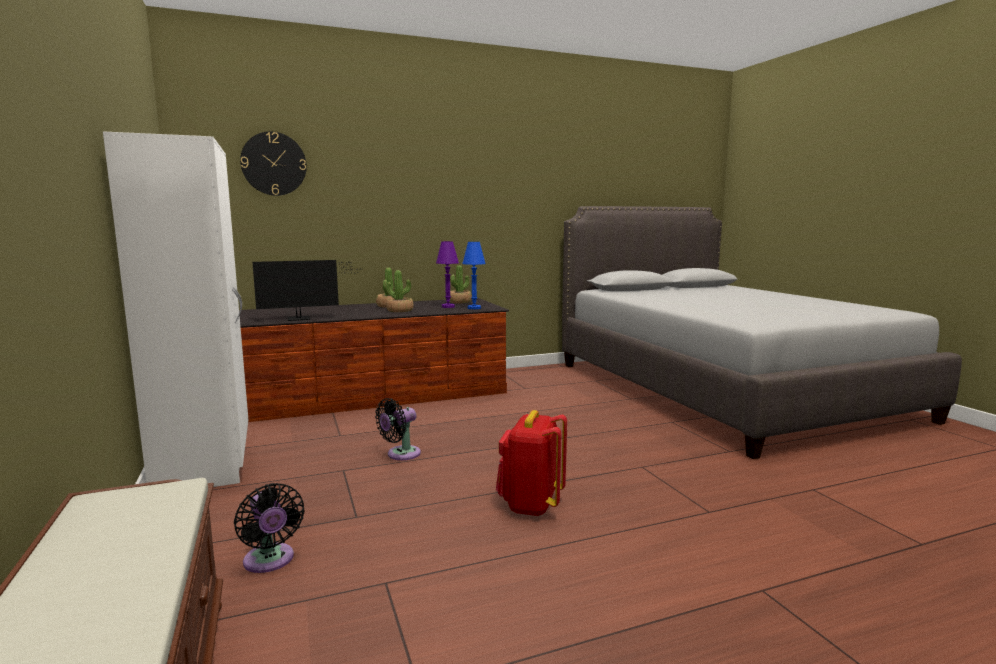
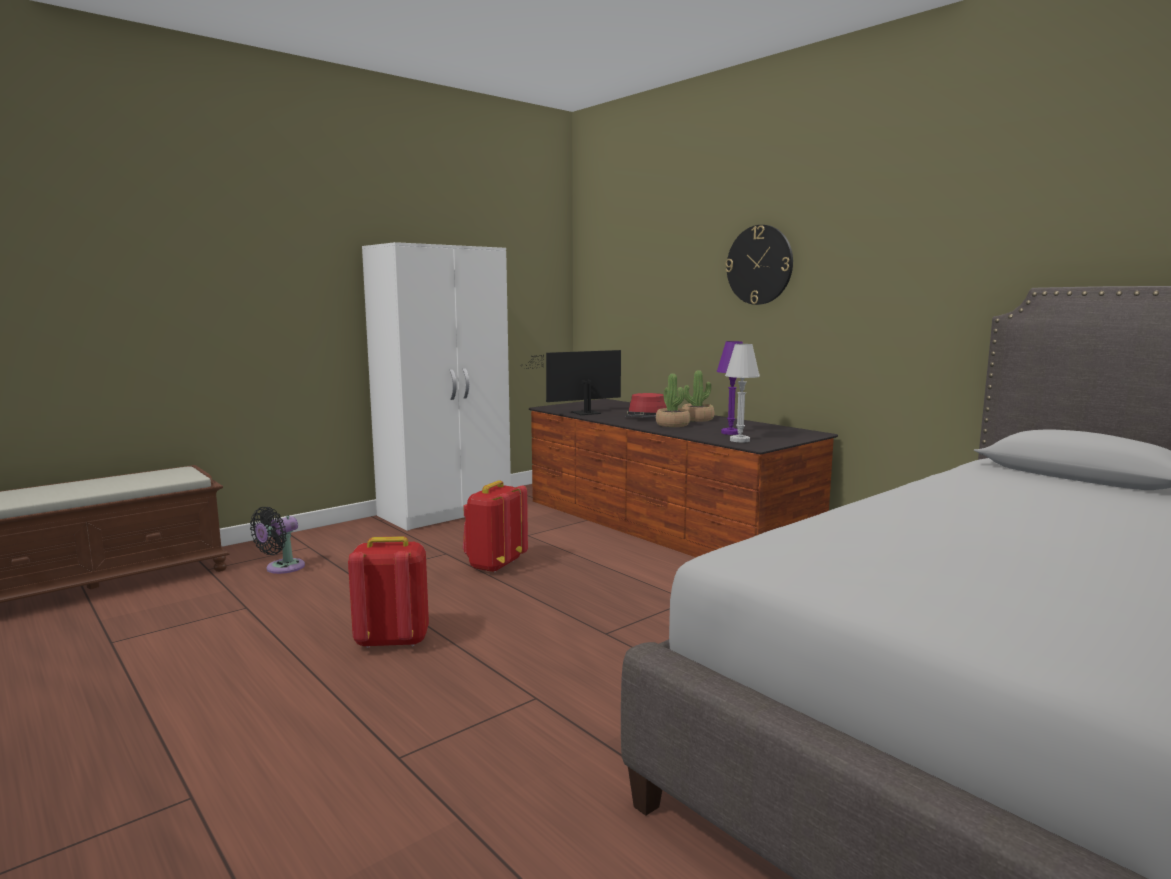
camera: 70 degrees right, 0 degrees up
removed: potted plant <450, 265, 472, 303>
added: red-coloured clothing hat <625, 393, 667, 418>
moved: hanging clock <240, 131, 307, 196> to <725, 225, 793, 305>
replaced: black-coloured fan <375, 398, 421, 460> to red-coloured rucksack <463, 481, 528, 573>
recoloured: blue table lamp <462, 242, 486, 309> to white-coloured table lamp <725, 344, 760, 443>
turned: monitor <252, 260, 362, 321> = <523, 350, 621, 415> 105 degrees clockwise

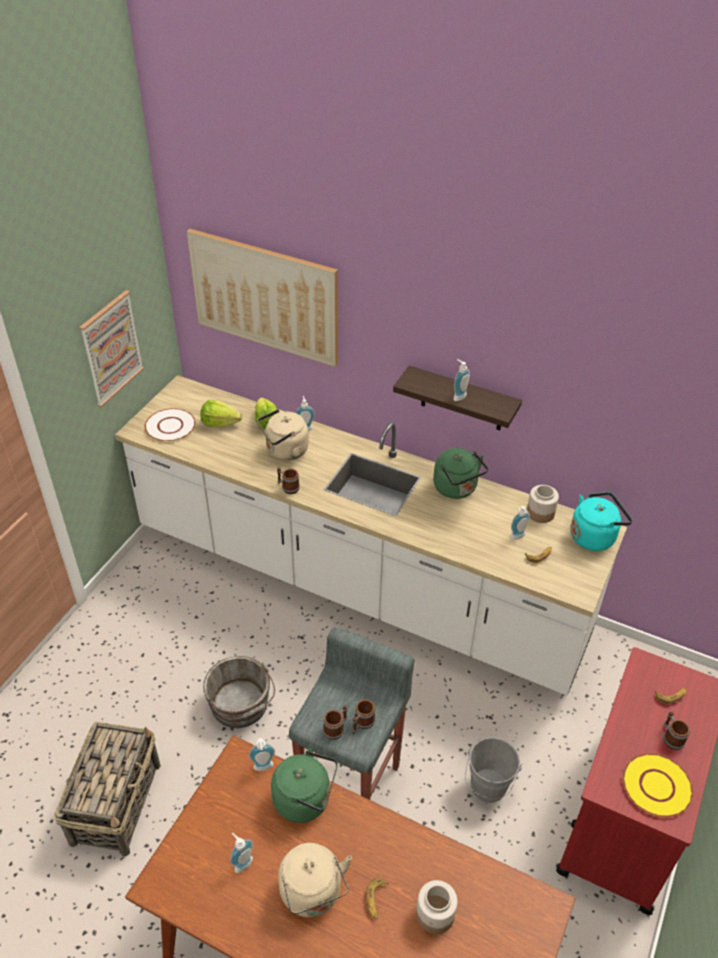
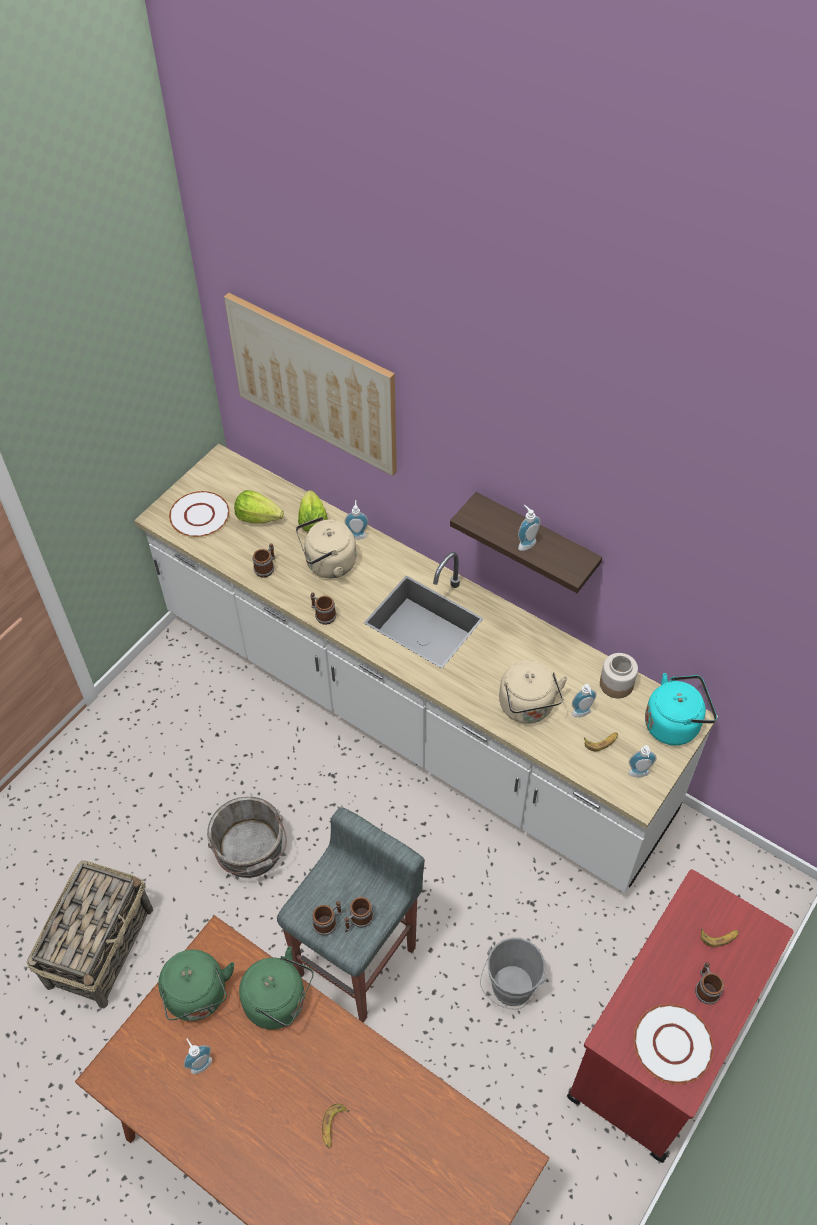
camera: 10 degrees right, 10 degrees up
removed: wall art <79, 290, 144, 407>; storage jar <416, 880, 458, 934>
added: mug <253, 543, 275, 578>
moved: green kettle <433, 448, 488, 499> to <158, 950, 235, 1021>; liquid soap bottle <249, 738, 275, 771> to <628, 745, 657, 778>; sand-coloured kettle <278, 843, 352, 917> to <499, 660, 568, 724>
recoloured: yellow-coloured flat dish <622, 753, 693, 818> to white-coloured flat dish <634, 1004, 713, 1084>

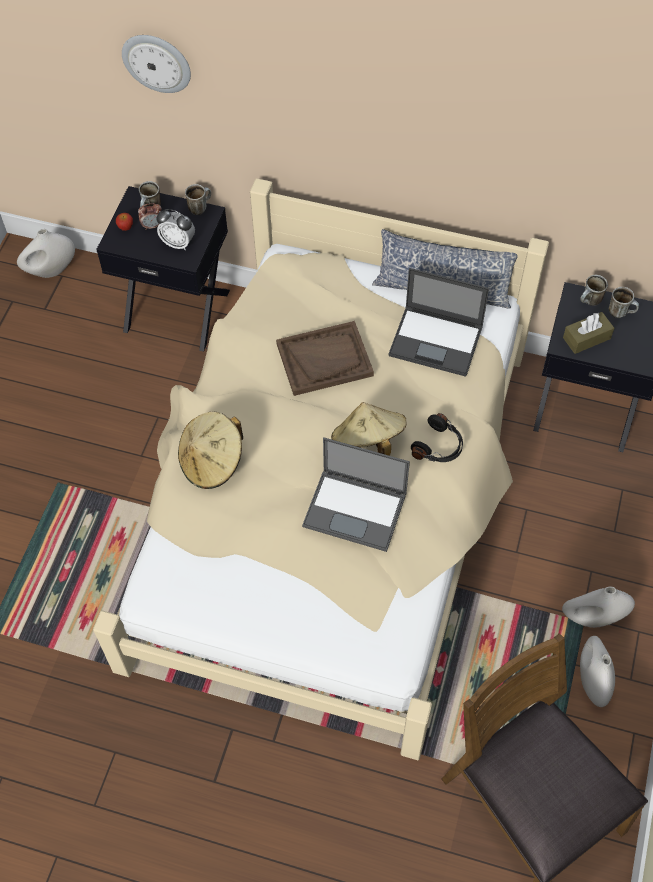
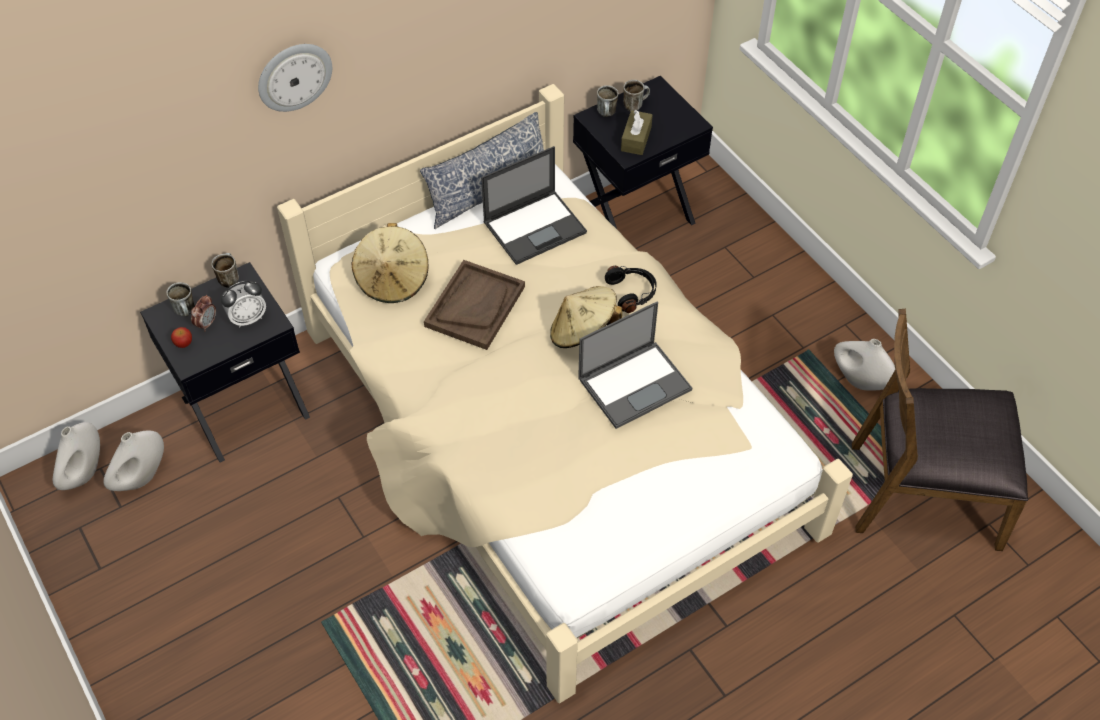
camera: 50 degrees left, 5 degrees down
moved: hanging clock <122, 35, 191, 93> to <258, 44, 332, 112>; sand-coloured clothing hat <178, 412, 243, 489> to <352, 223, 428, 303>; white-coloured vase <562, 587, 635, 628> to <103, 430, 164, 491>

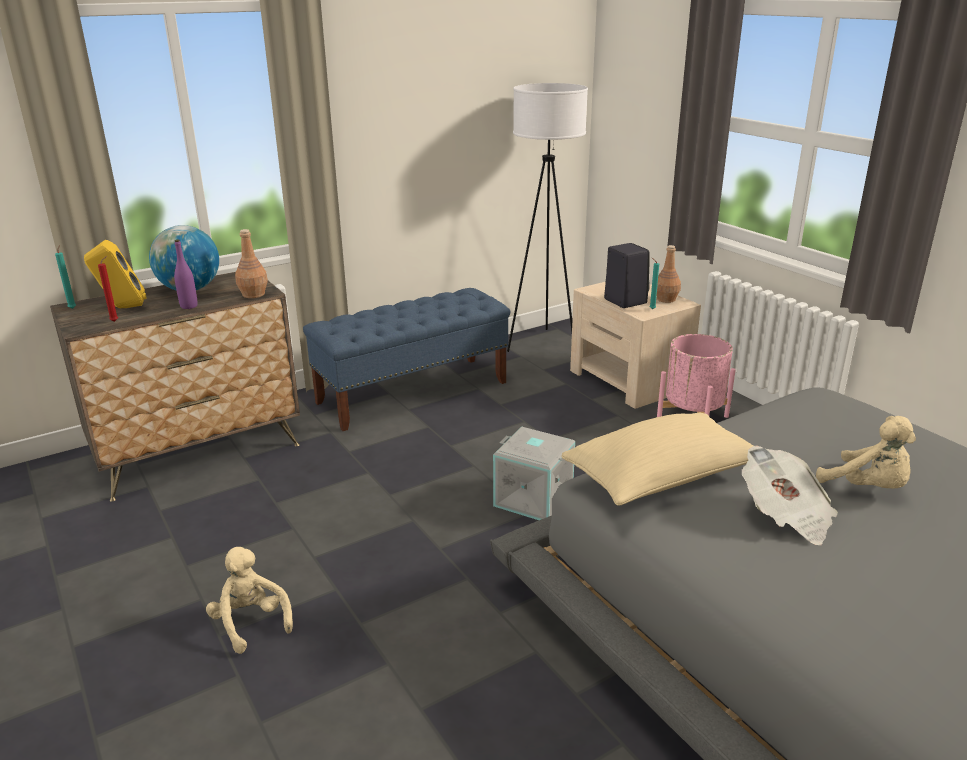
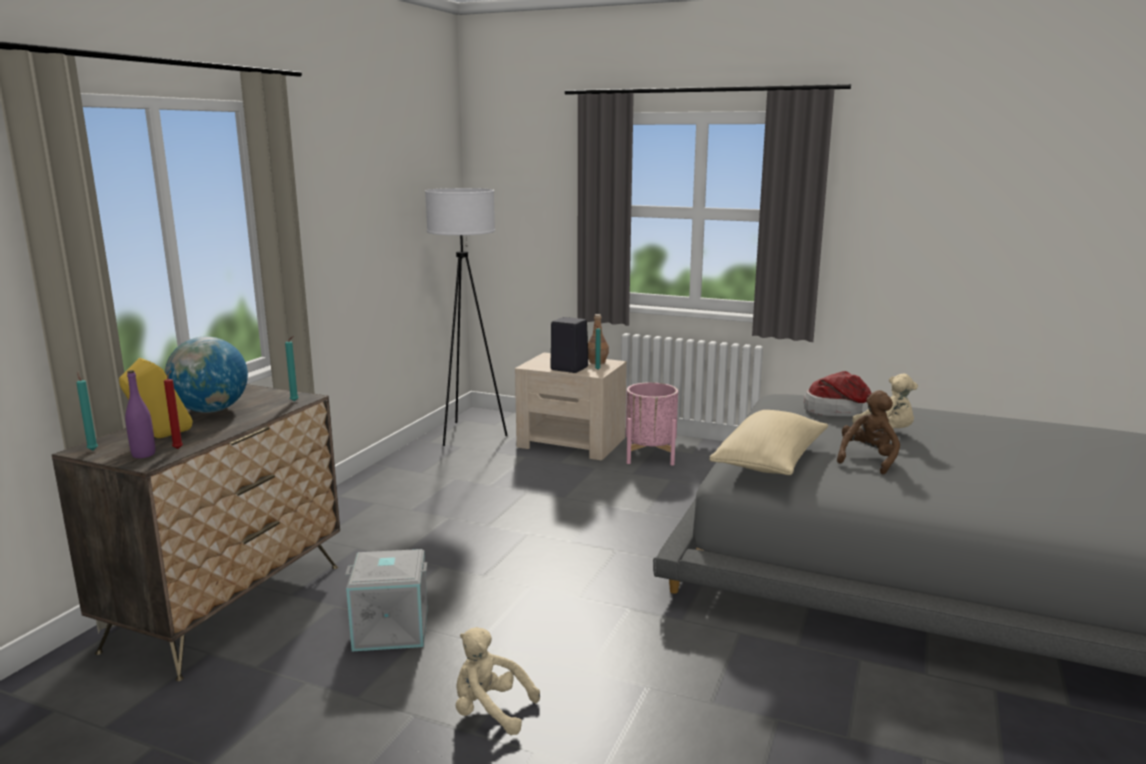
camera: 35 degrees left, 10 degrees down
removed: blue long seat <303, 288, 510, 431>
added: clothing hat <803, 371, 872, 416>
moved: purple drink bottle <174, 240, 198, 309> to <125, 370, 155, 458>; grey storage container <493, 427, 575, 520> to <345, 549, 428, 651>
replaced: brownish drink bottle <235, 229, 268, 298> to turquoise-coloured wax light <285, 336, 299, 401>; newspaper <742, 445, 838, 545> to brownish plush toy <837, 390, 900, 474>

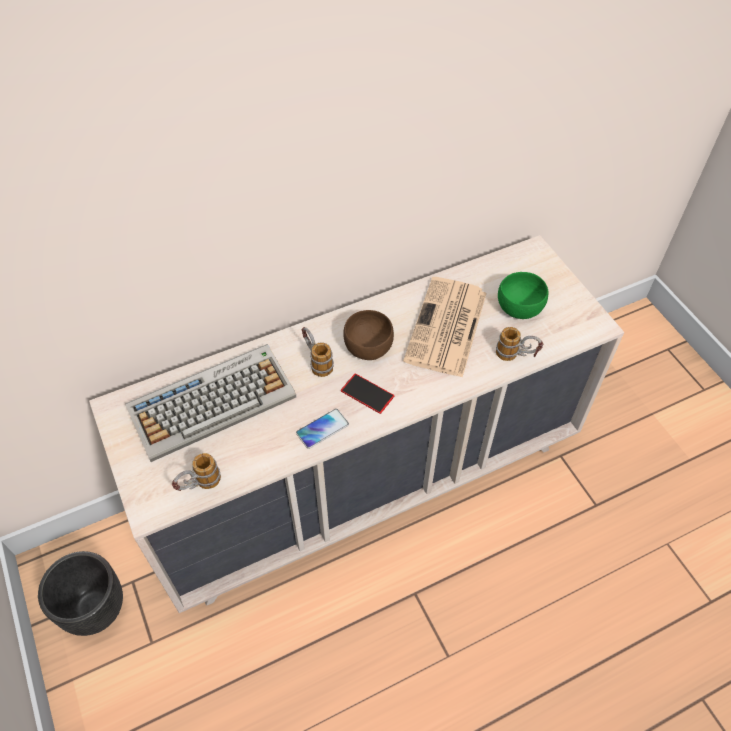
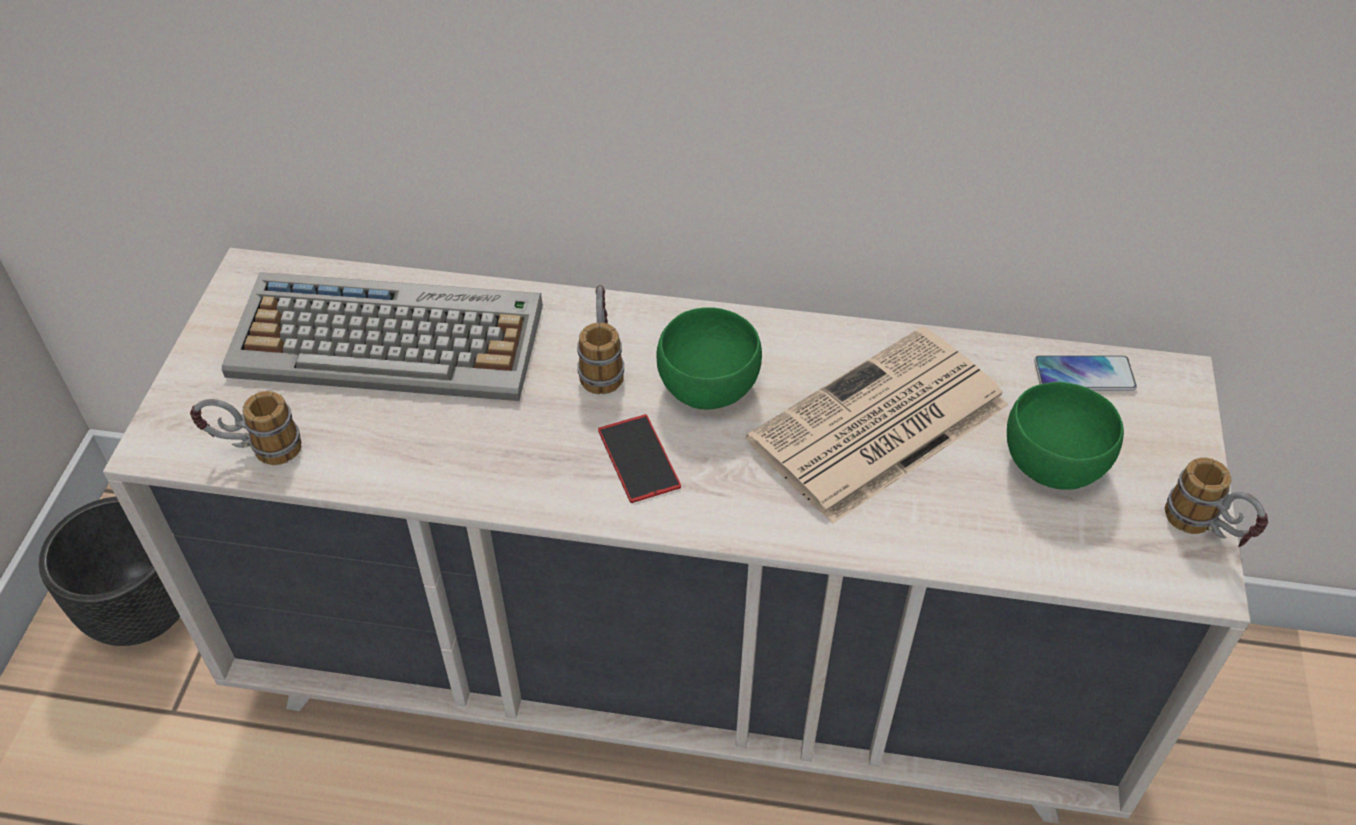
camera: 35 degrees right, 5 degrees down
moved: mug <496, 327, 543, 361> to <1165, 458, 1268, 547>; handset <296, 409, 349, 449> to <1034, 356, 1137, 391>
recoloured: brownish serving bowl <343, 310, 394, 360> to green serving bowl <656, 307, 762, 410>

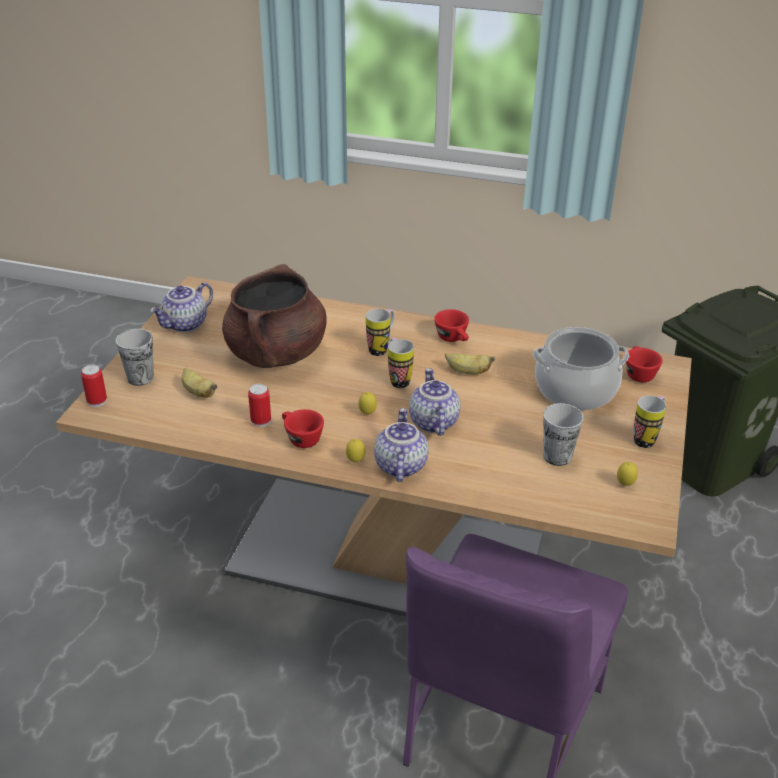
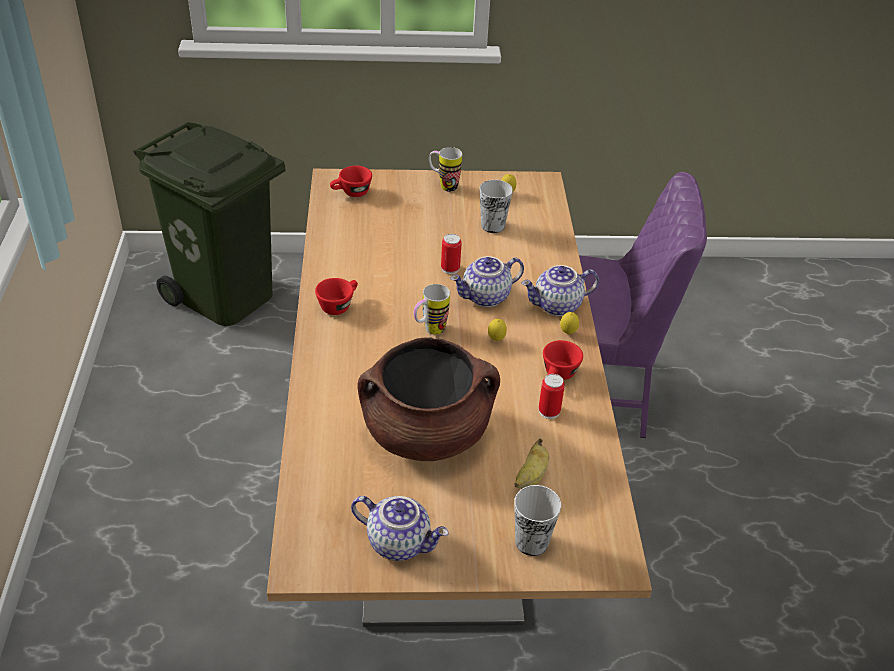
camera: 110 degrees left, 5 degrees up
removed: mug <366, 309, 395, 356>; saucepot <533, 327, 629, 410>; banana fruit <445, 353, 495, 374>
moved: metal can <81, 364, 107, 407> to <441, 234, 462, 274>

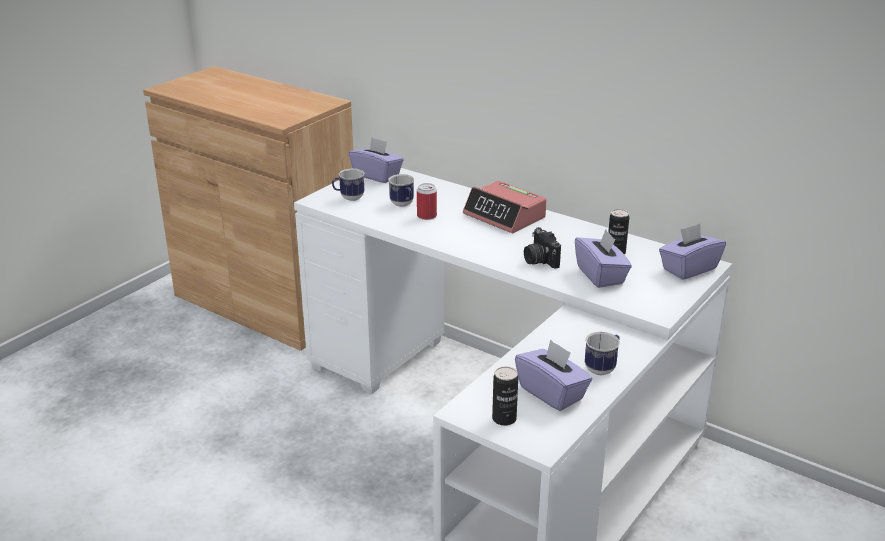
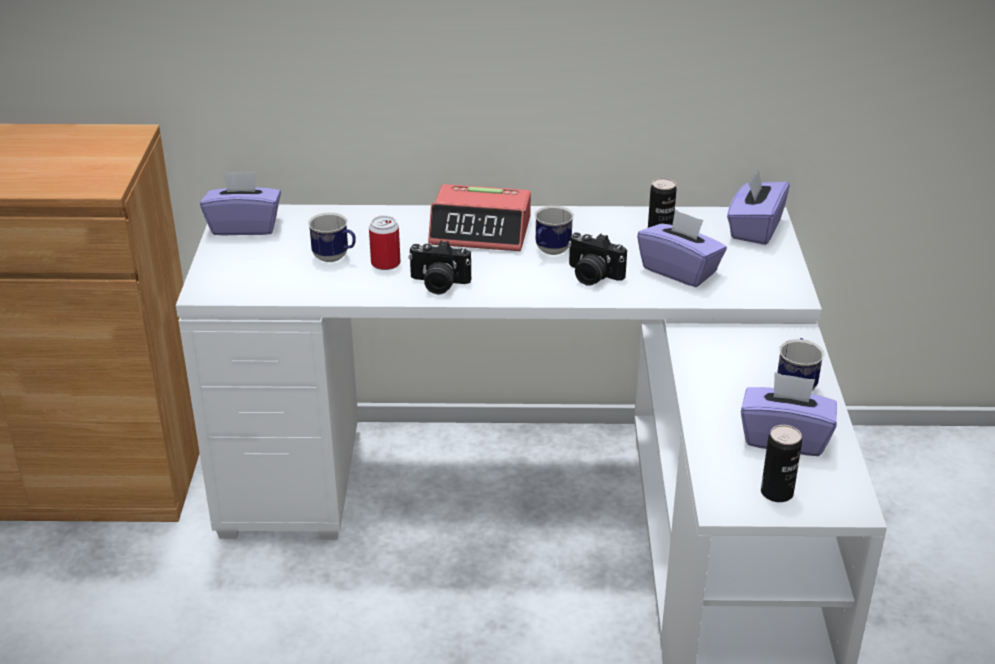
camera: 35 degrees left, 5 degrees up
added: photo camera <408, 240, 471, 295>
moved: mug <332, 169, 364, 201> to <535, 206, 574, 255>

